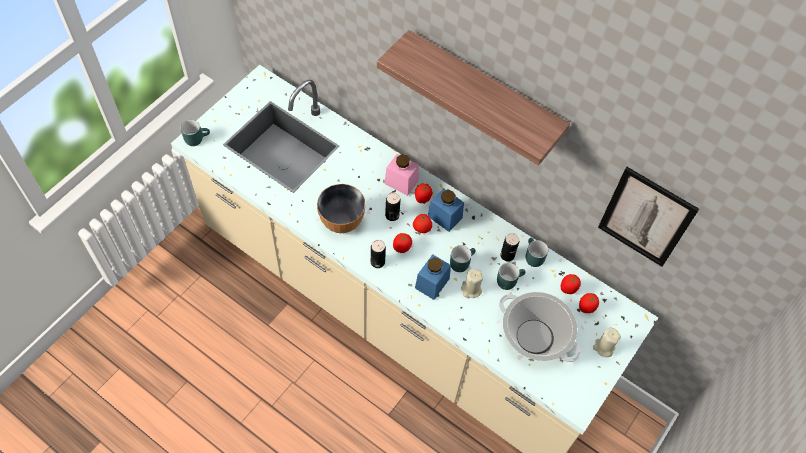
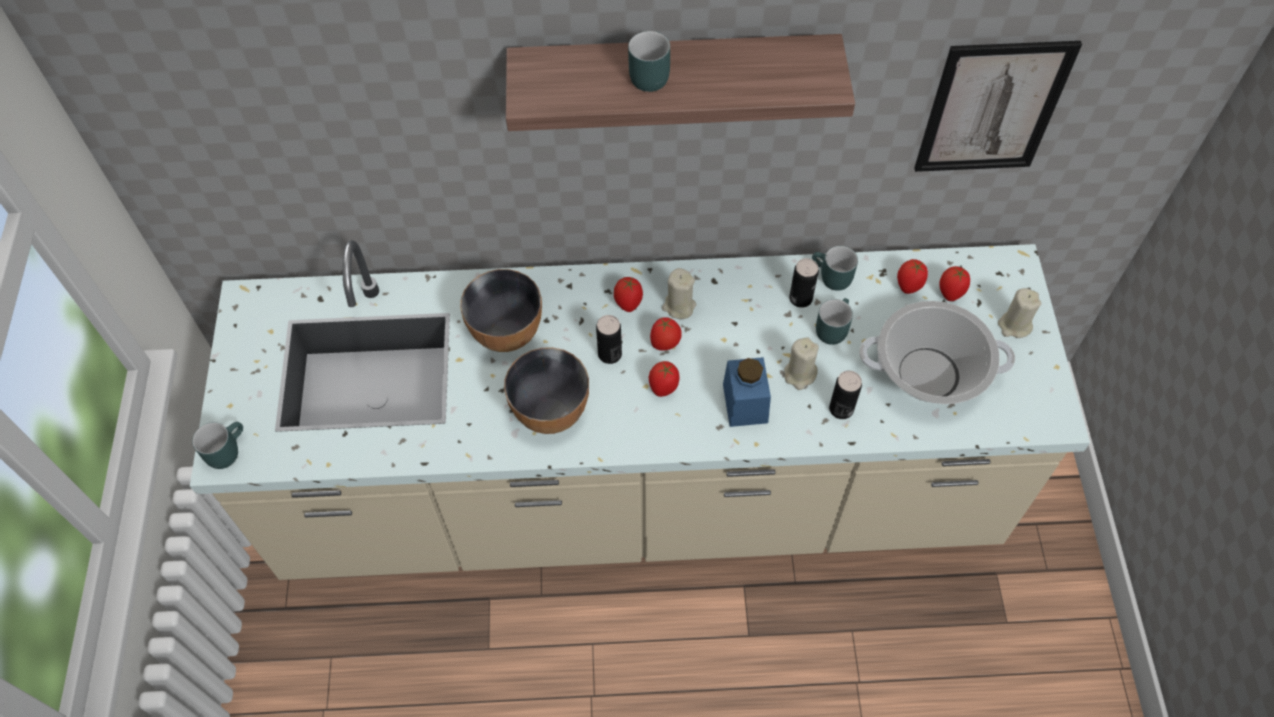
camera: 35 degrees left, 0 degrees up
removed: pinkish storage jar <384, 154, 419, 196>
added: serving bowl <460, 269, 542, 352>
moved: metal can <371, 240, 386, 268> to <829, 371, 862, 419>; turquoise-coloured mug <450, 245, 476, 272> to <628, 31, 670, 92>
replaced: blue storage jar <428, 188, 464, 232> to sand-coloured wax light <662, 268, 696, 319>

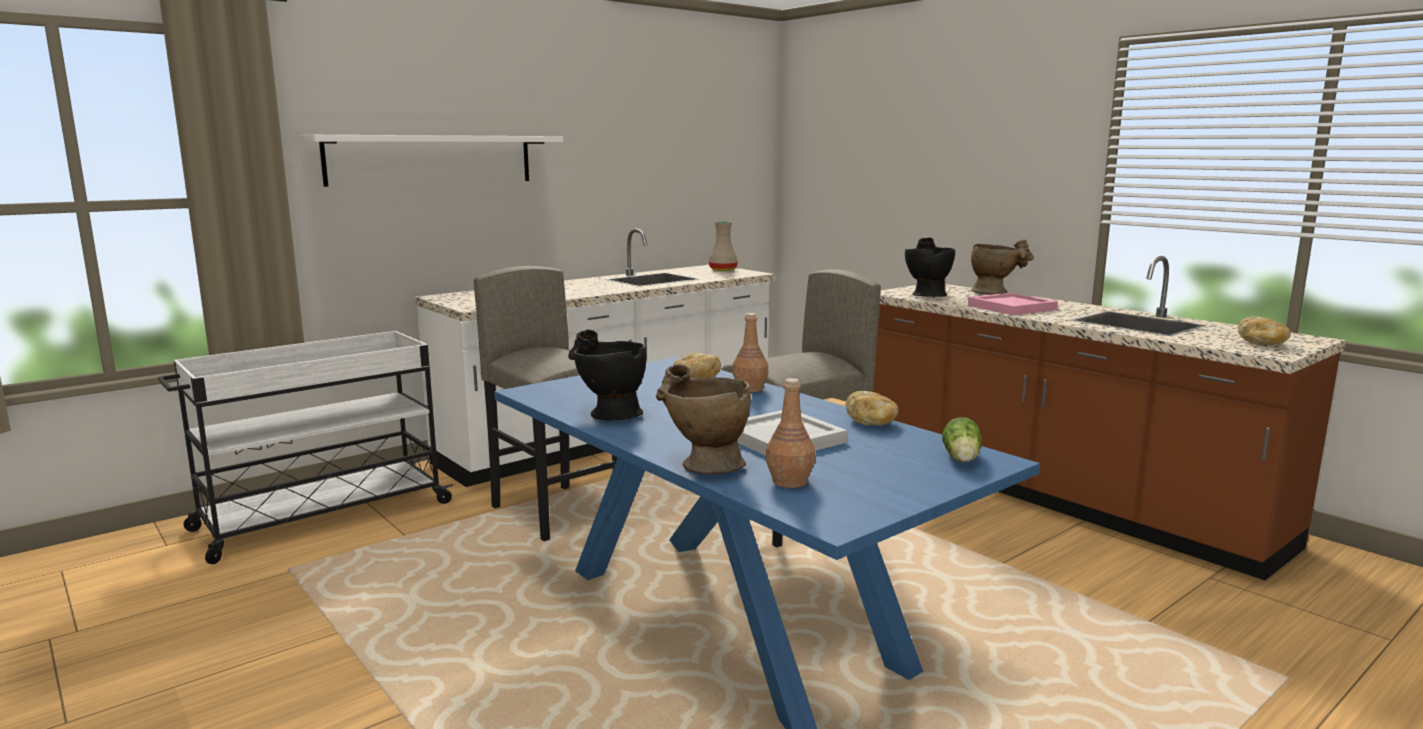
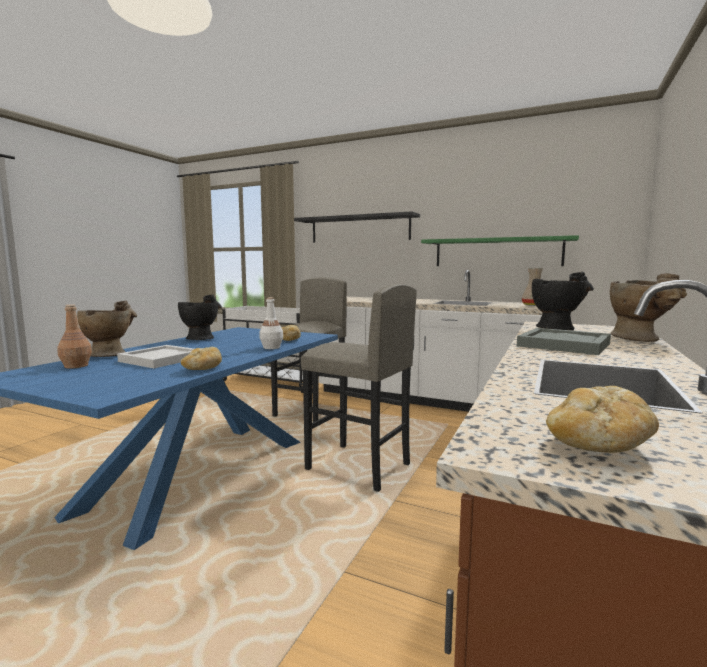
camera: 65 degrees right, 5 degrees down
removed: head of lettuce <942, 417, 982, 462>
added: green shelf <421, 235, 579, 266>
recoloured: white-coloured shelf <299, 135, 563, 187> to black-coloured shelf <294, 211, 420, 242>; pinkish tray <968, 293, 1058, 315> to grey tray <517, 328, 611, 355>; brownish drink bottle <732, 313, 768, 392> to white-coloured drink bottle <260, 297, 283, 349>

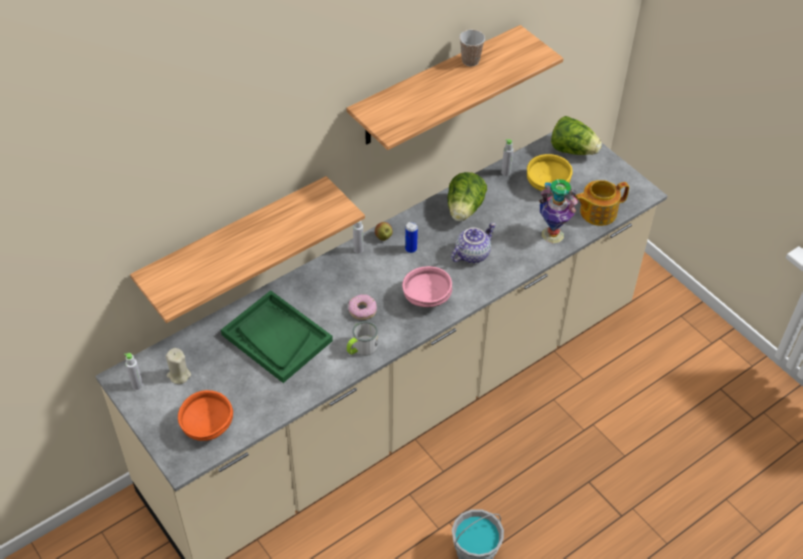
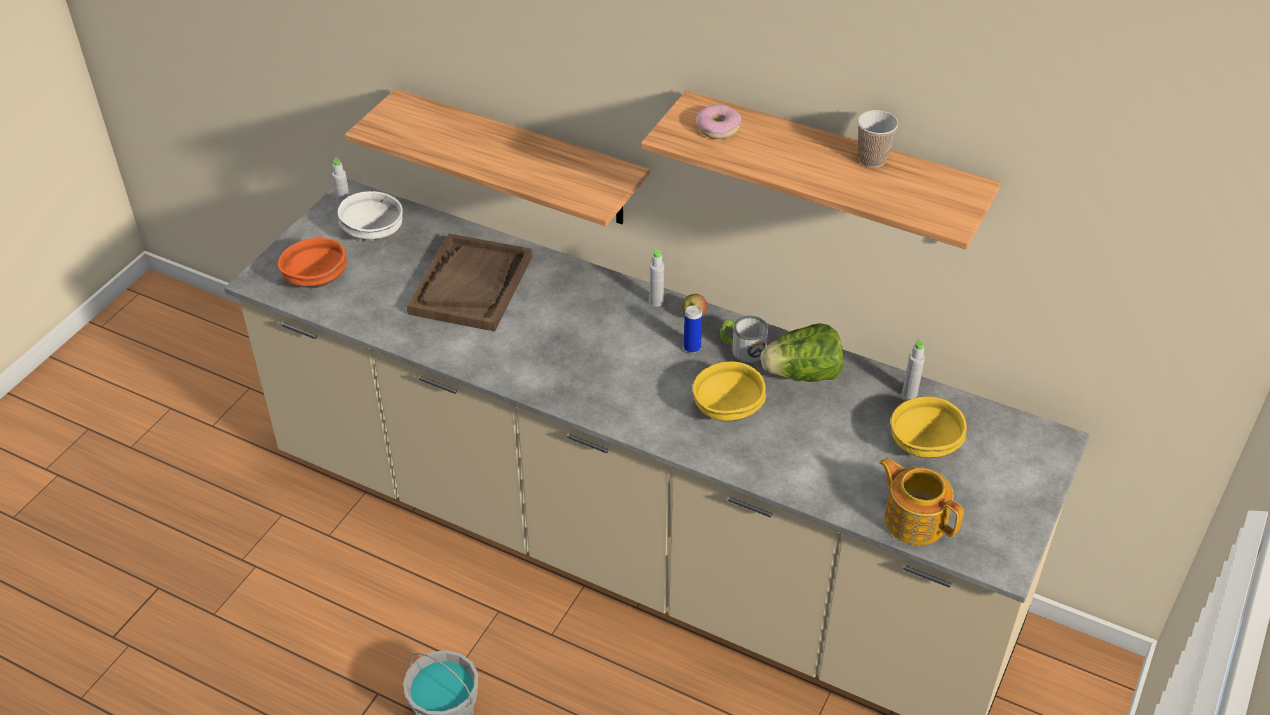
camera: 65 degrees right, 5 degrees down
removed: head of lettuce <551, 116, 602, 155>; vase <539, 179, 578, 243>; pinkish serving bowl <402, 266, 452, 307>
moved: donut <348, 294, 377, 320> to <697, 104, 741, 139>; mug <347, 321, 378, 356> to <720, 316, 768, 363>
replaced: teapot <451, 223, 496, 263> to yellow-coloured serving bowl <693, 361, 766, 421>; sand-coloured wax light <166, 348, 191, 384> to white-coloured serving bowl <337, 191, 403, 241>
recoloured: green tray <221, 290, 333, 383> to brownish tray <407, 233, 532, 332>

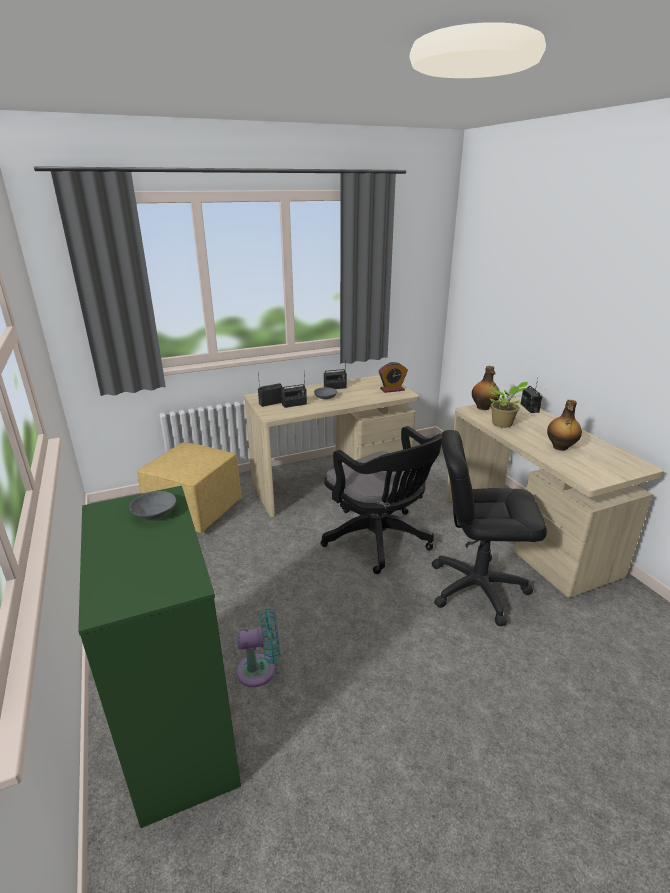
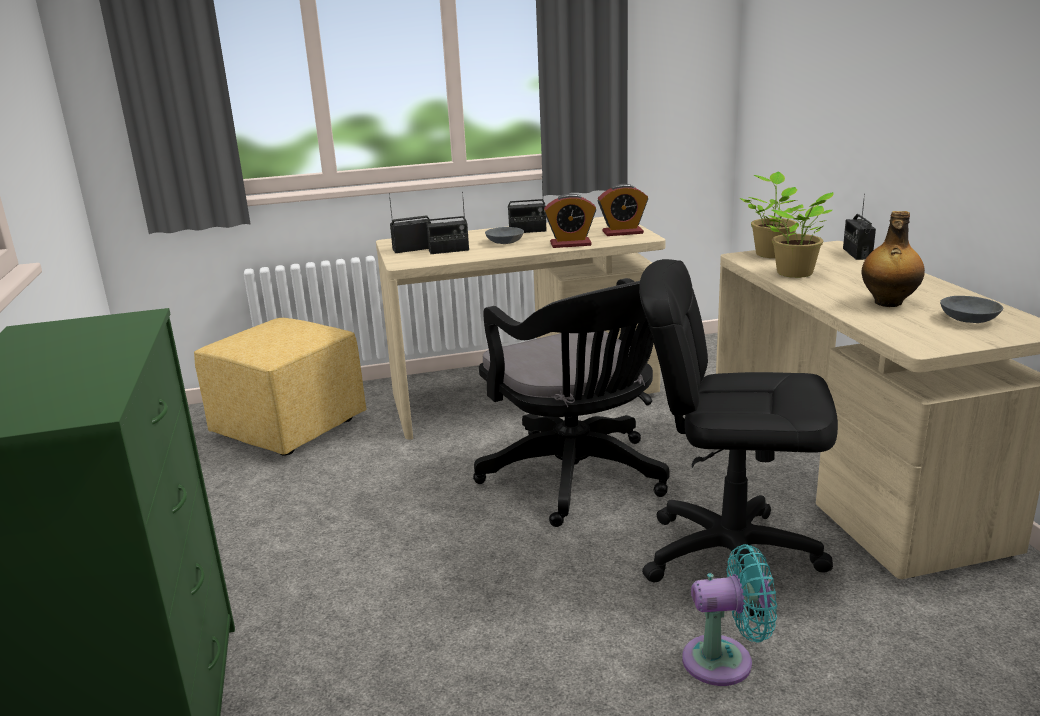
camera: 10 degrees right, 5 degrees down
added: table clock <544, 194, 596, 248>
moved: grey serving bowl <129, 491, 176, 519> to <940, 296, 1003, 323>; turquoise-coloured fan <237, 608, 280, 687> to <682, 544, 777, 686>
replaced: drink bottle <472, 366, 500, 410> to potted plant <740, 172, 806, 258>

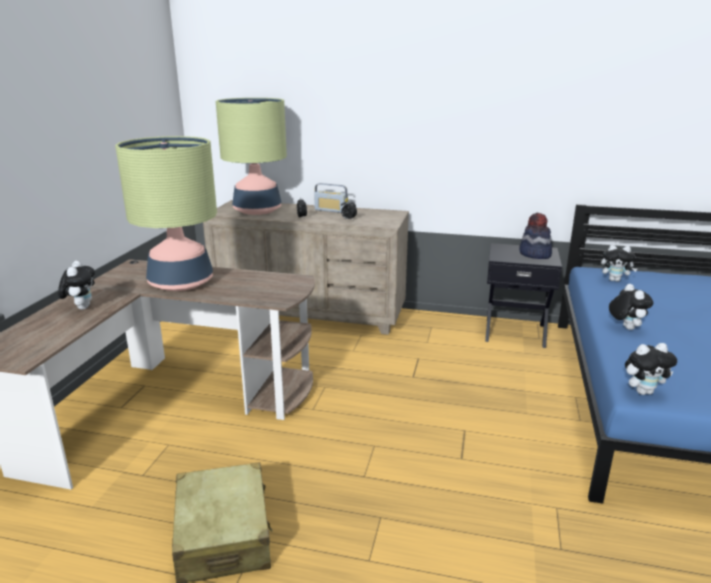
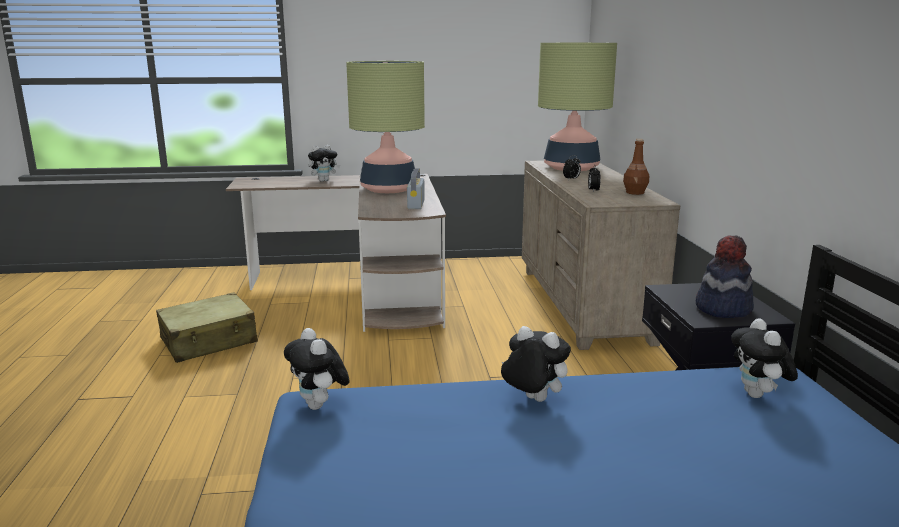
camera: 70 degrees right, 5 degrees down
added: brownish drink bottle <623, 139, 649, 195>
moved: radio receiver <314, 183, 348, 213> to <407, 168, 425, 209>
turned: plush toy <609, 284, 653, 330> = <501, 326, 571, 402> 120 degrees counterclockwise

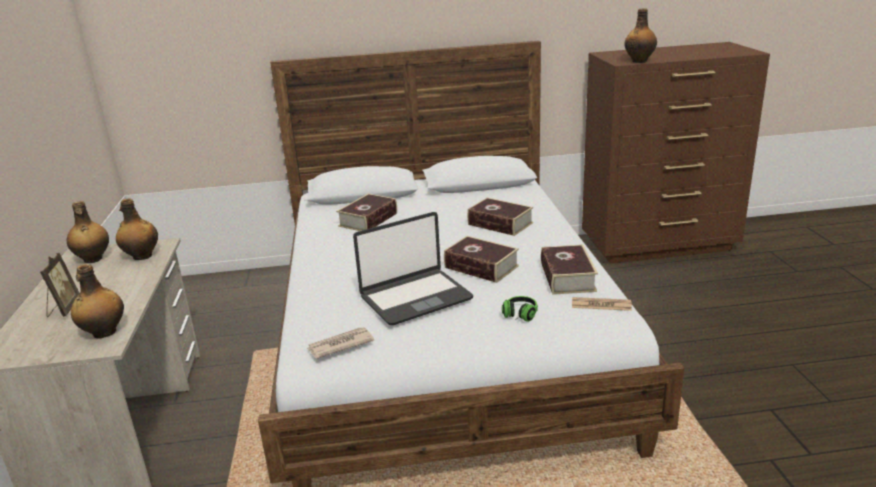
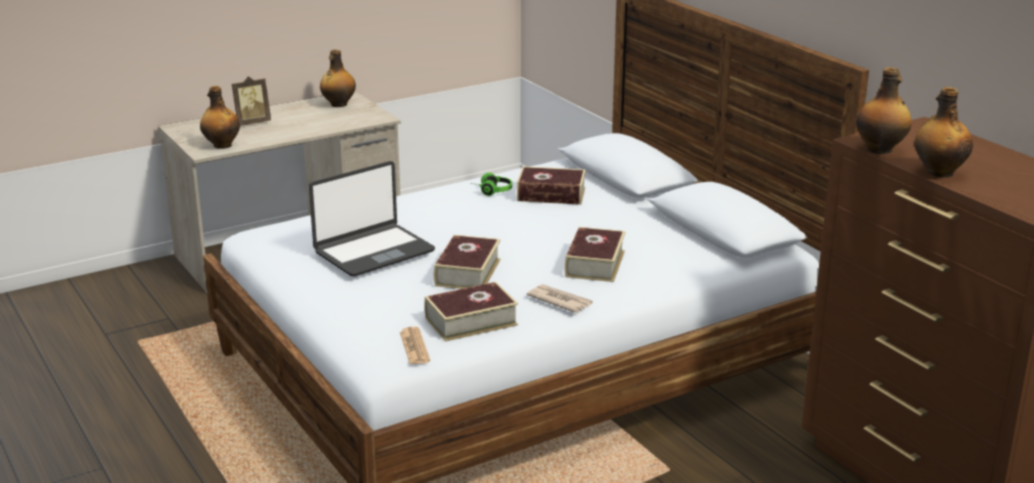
camera: 65 degrees right, 0 degrees up
moved: drink bottle <116, 198, 158, 260> to <914, 87, 973, 178>; headphones <502, 296, 538, 322> to <470, 173, 512, 196>; newspaper <307, 327, 374, 359> to <526, 284, 593, 313>
turned: notebook computer <353, 212, 473, 325> = <309, 161, 435, 276> 75 degrees counterclockwise

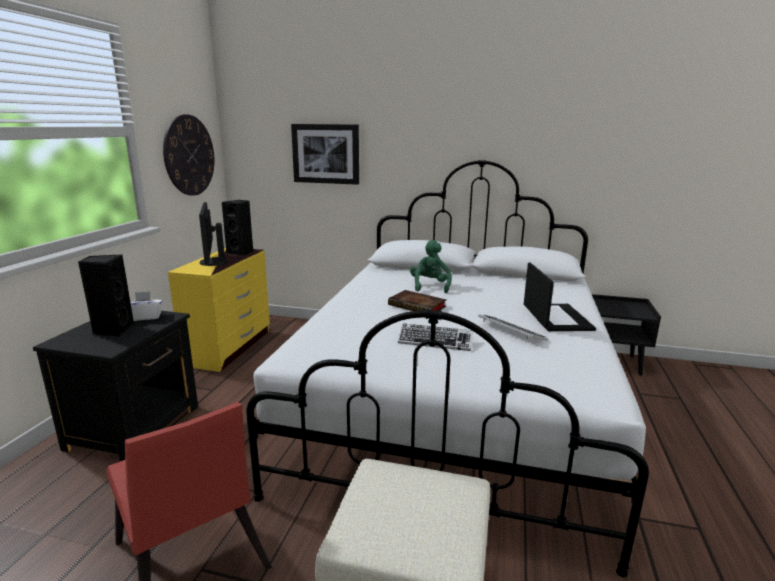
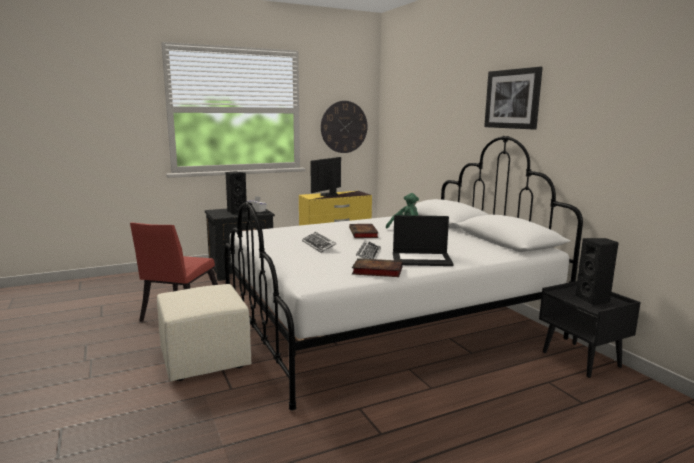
camera: 50 degrees right, 5 degrees down
added: volume <352, 258, 403, 277>
moved: wall art <291, 124, 359, 185> to <484, 67, 543, 130>; black-coloured speaker <222, 200, 253, 256> to <575, 238, 619, 306>
turned: notebook computer <524, 262, 596, 331> = <393, 215, 454, 266> 45 degrees clockwise

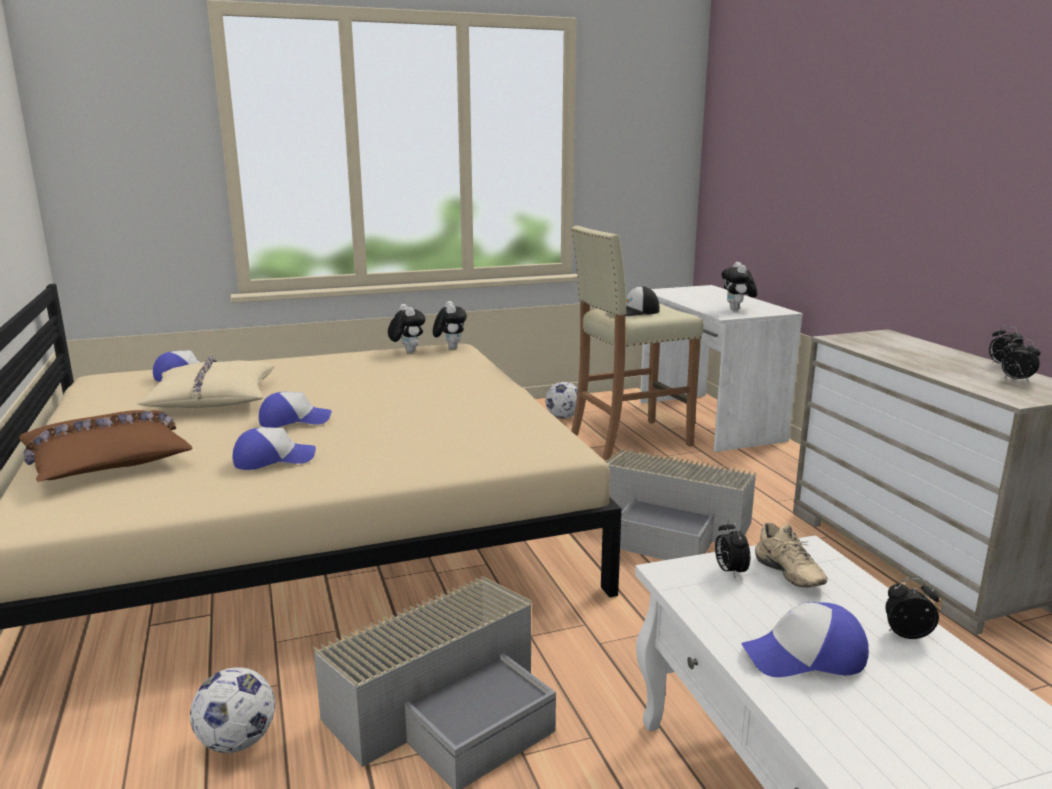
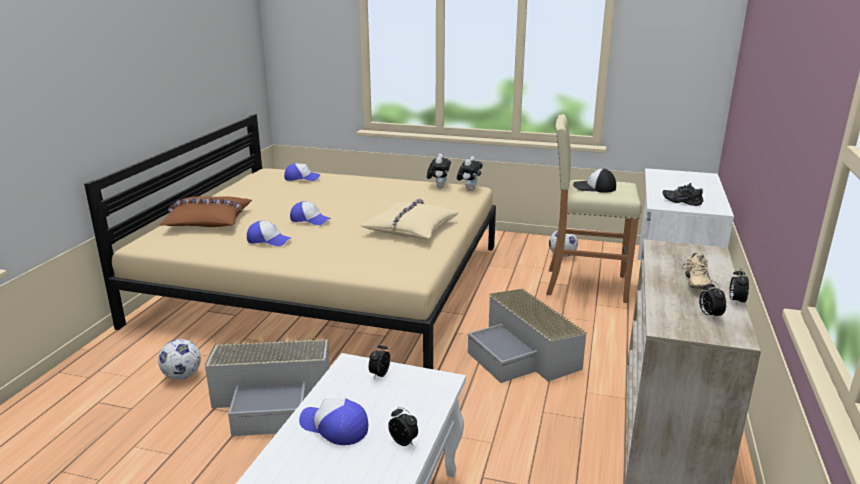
camera: 35 degrees right, 5 degrees up
moved: sand-coloured throw pillow <137, 354, 274, 408> to <360, 198, 458, 239>; sand-coloured item of footwear <755, 523, 827, 588> to <681, 253, 711, 290>
replaced: plush toy <721, 262, 757, 310> to black-coloured item of footwear <663, 183, 704, 206>

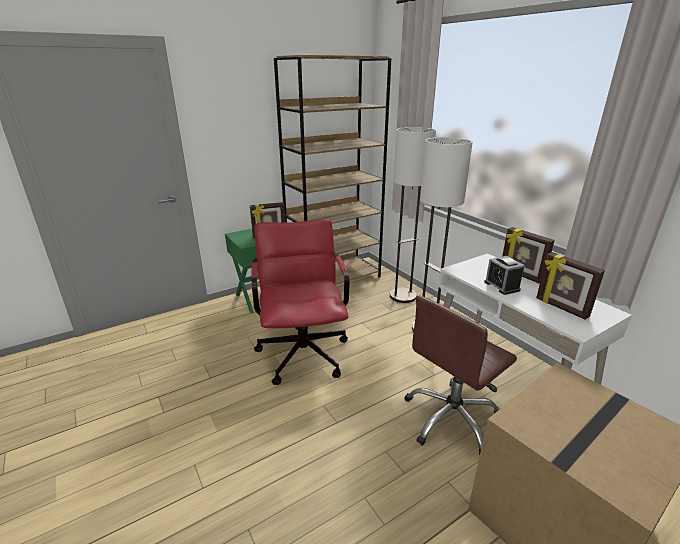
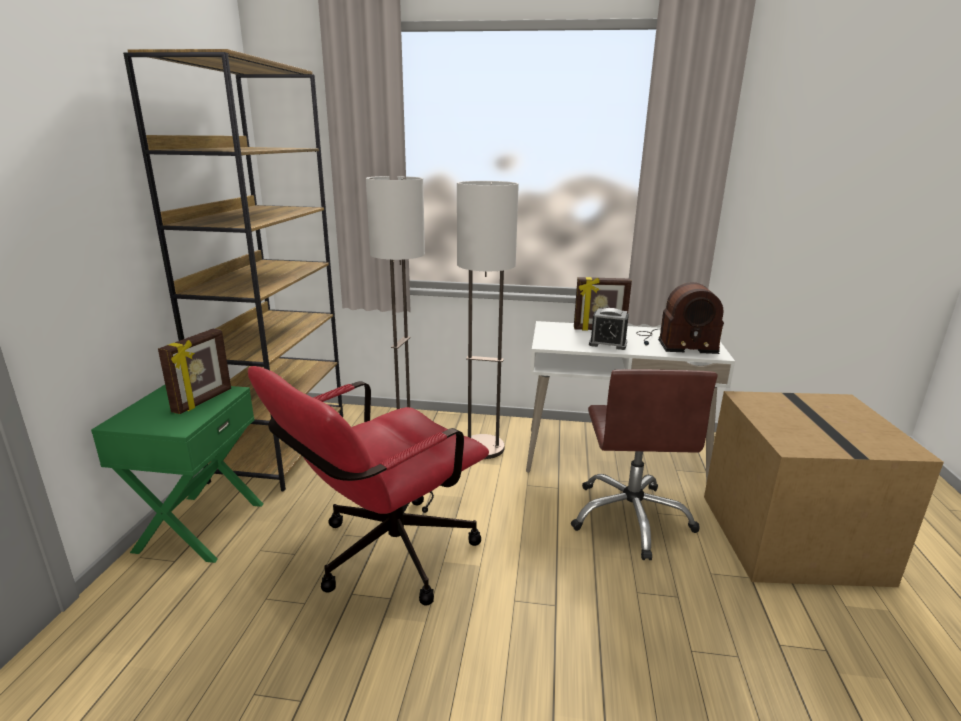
camera: 50 degrees left, 5 degrees down
replaced: standing frame <536, 252, 605, 320> to radio receiver <636, 282, 724, 354>
turned: red-coloured desk chair <251, 219, 349, 385> = <248, 366, 489, 606> 75 degrees counterclockwise

